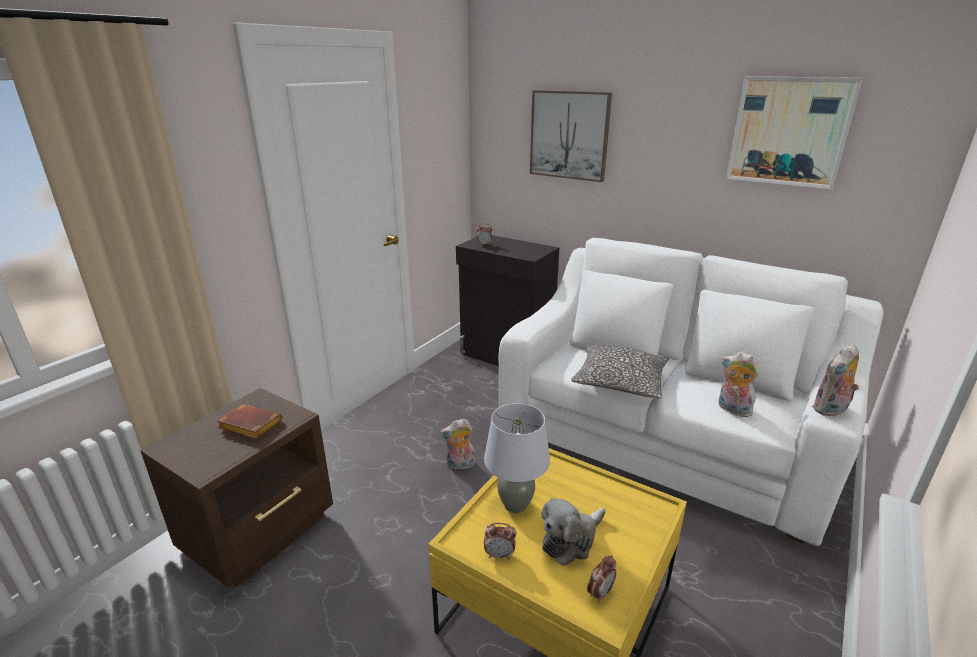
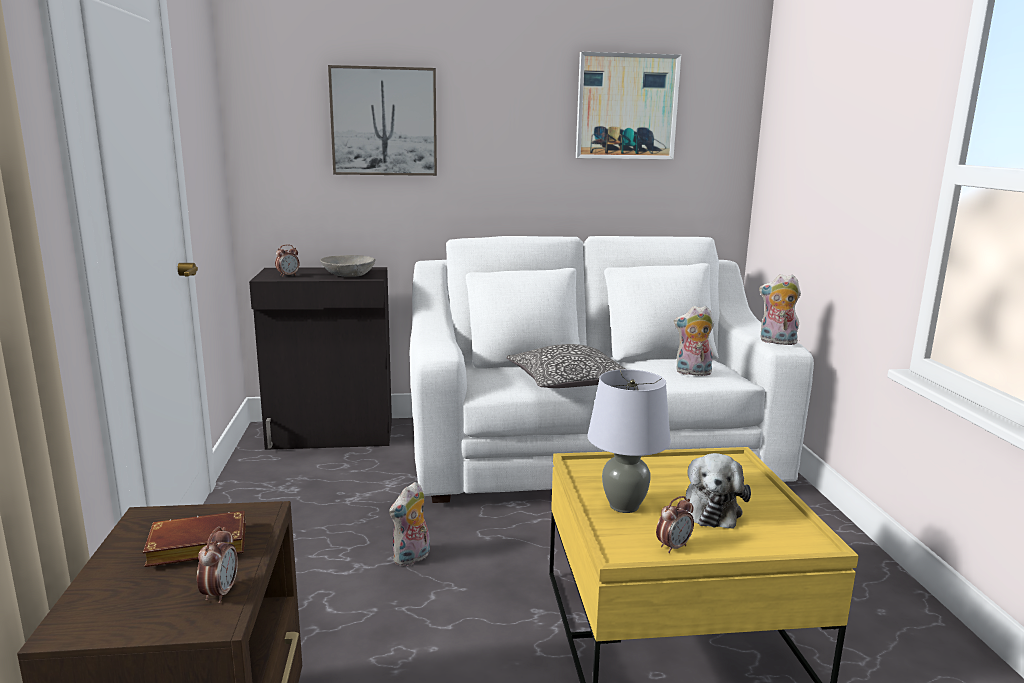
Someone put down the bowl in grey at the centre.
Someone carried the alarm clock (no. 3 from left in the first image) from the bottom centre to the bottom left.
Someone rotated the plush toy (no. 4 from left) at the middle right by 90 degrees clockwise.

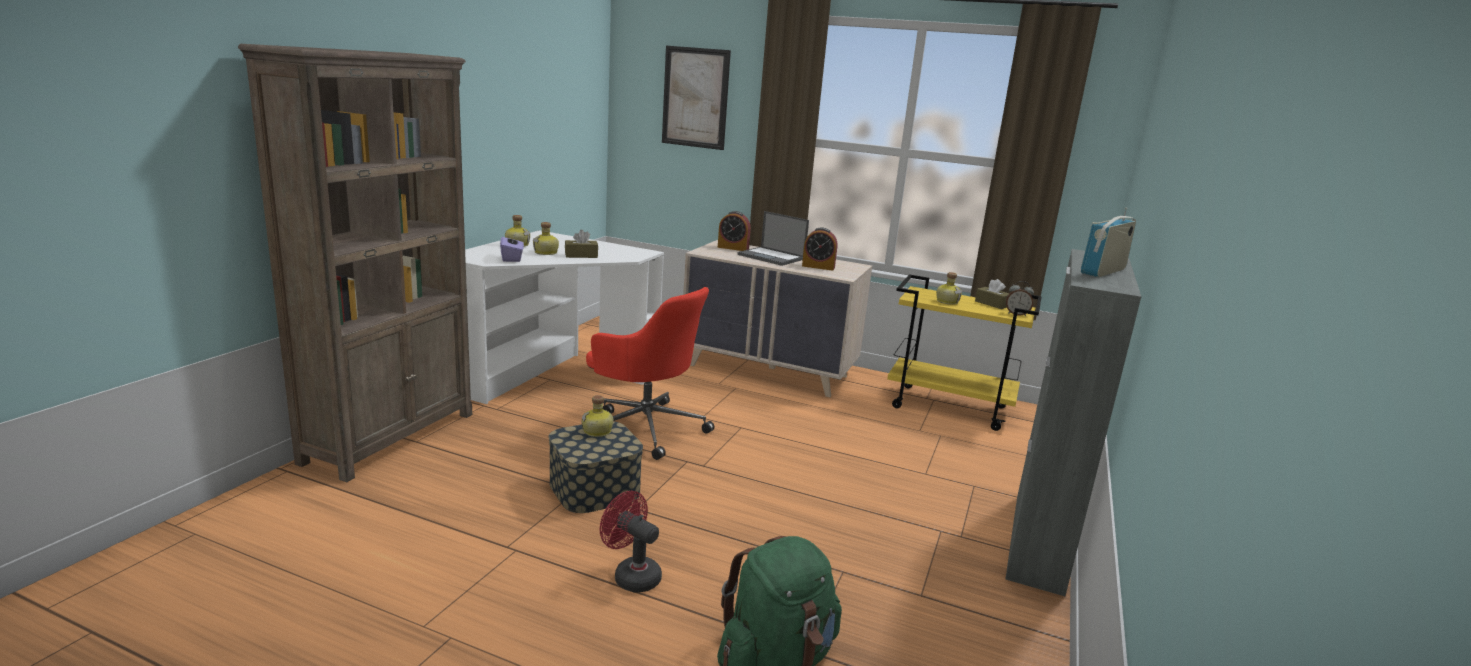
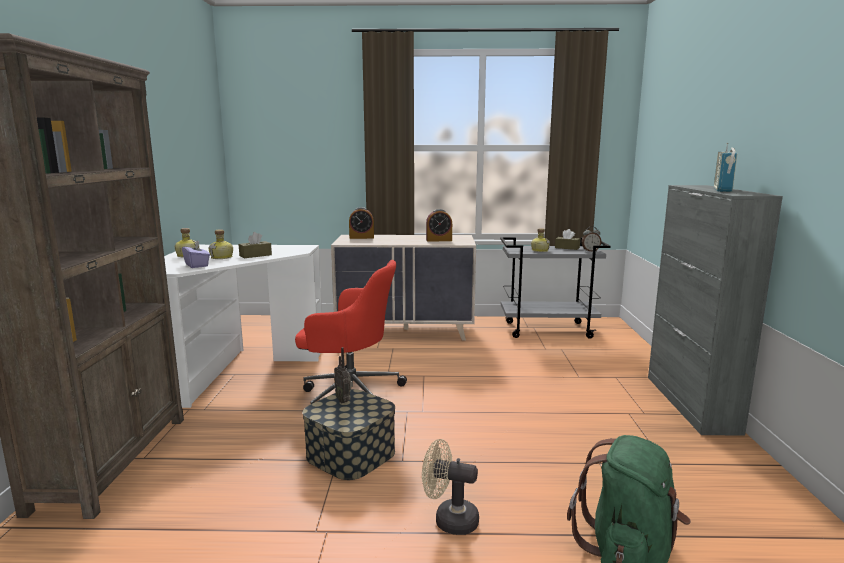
Someone took away the picture at the top centre.
Someone took away the laptop at the centre.
Someone swapped the bottle (no. 3 from left) at the centre for the radio (no. 1 from left) at the centre.
Someone repainted the fan in red at the bottom centre, which became the fan in beige at the bottom centre.
Someone repainted the cart in yellow at the centre, which became the cart in grey at the centre.

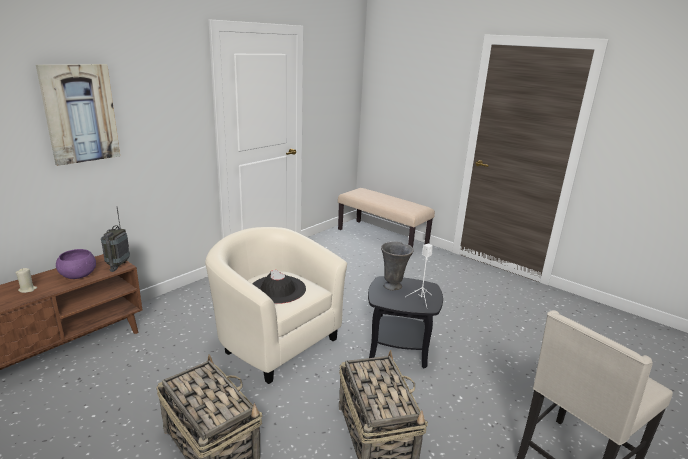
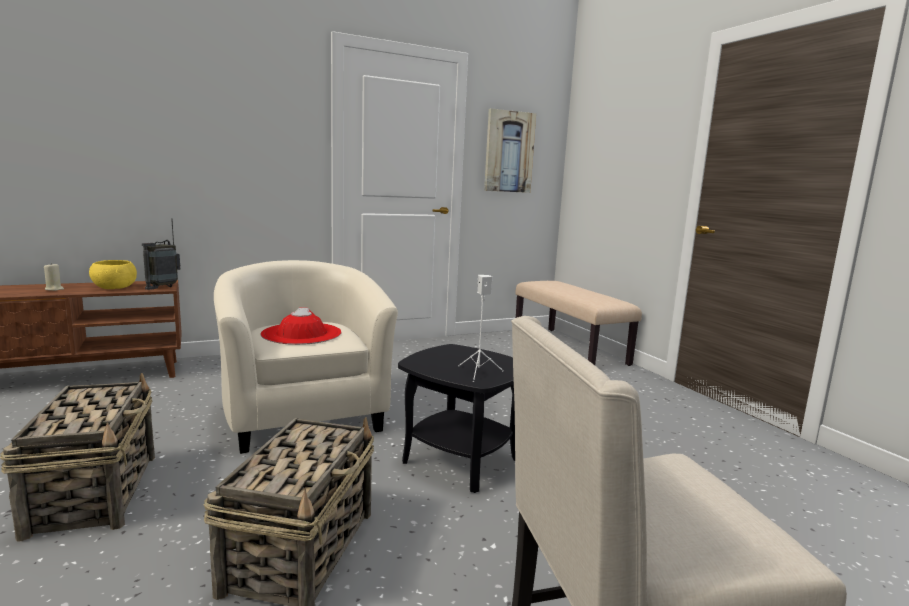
Someone took away the vase in grey at the centre.
Someone carried the picture from the top left to the top centre.
Someone repainted the bowl in purple at the middle left, which became the bowl in yellow at the middle left.
Someone repainted the hat in black at the centre, which became the hat in red at the middle left.

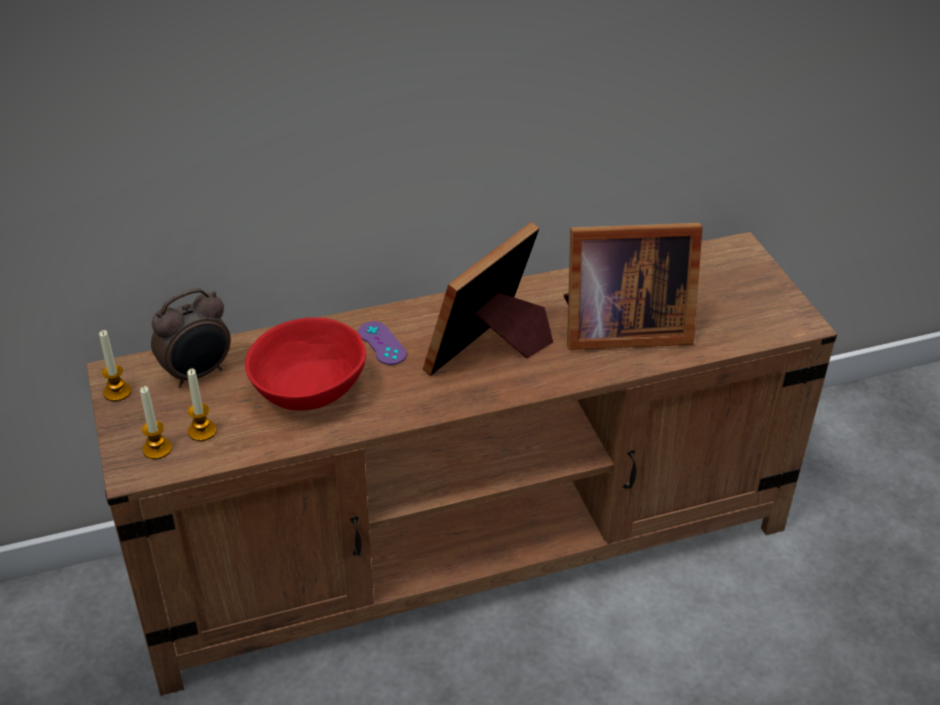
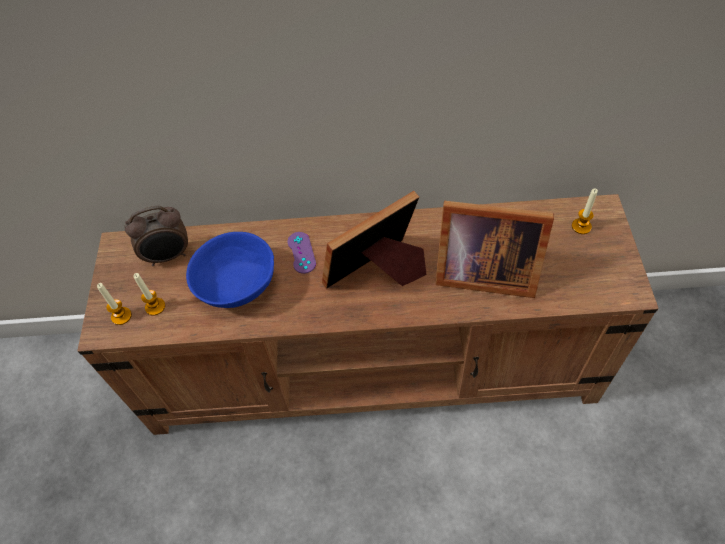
Someone carried the candle (no. 1 from left in the first image) from the middle left to the middle right.
Someone repainted the bowl in red at the middle left, which became the bowl in blue at the middle left.

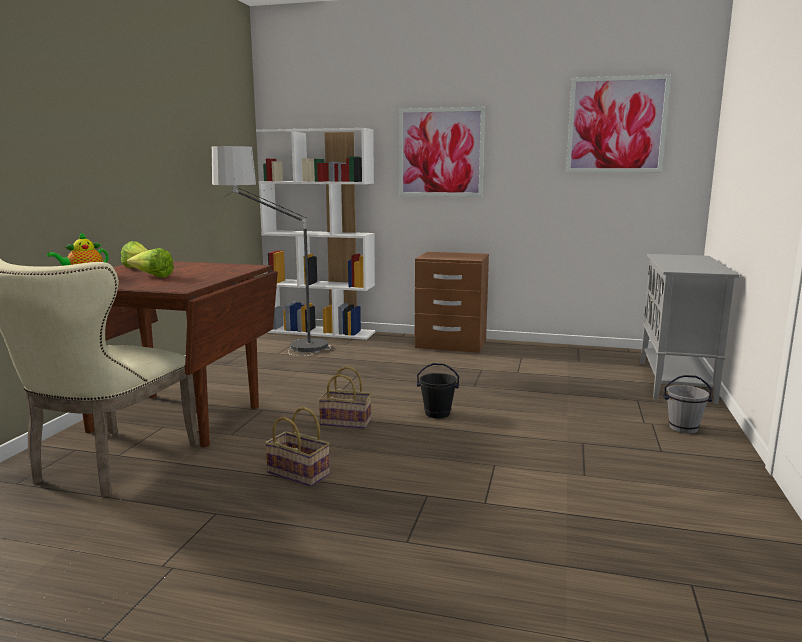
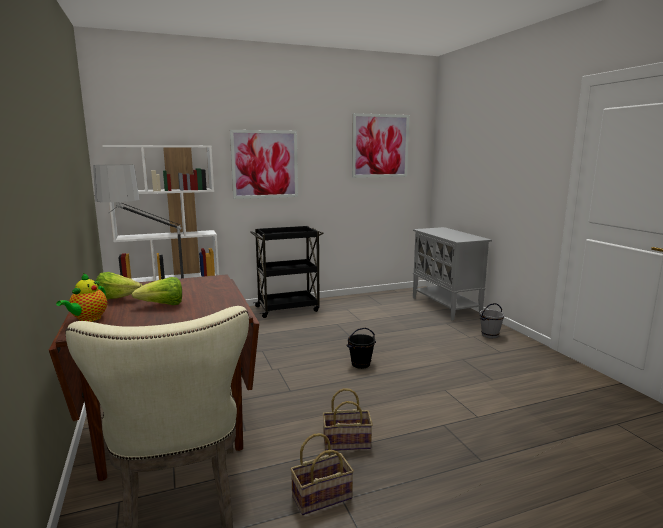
Someone carried the basket (no. 2 from left in the first image) from the centre to the bottom centre.
Someone swapped the nightstand in brown at the centre for the cart in black at the centre.

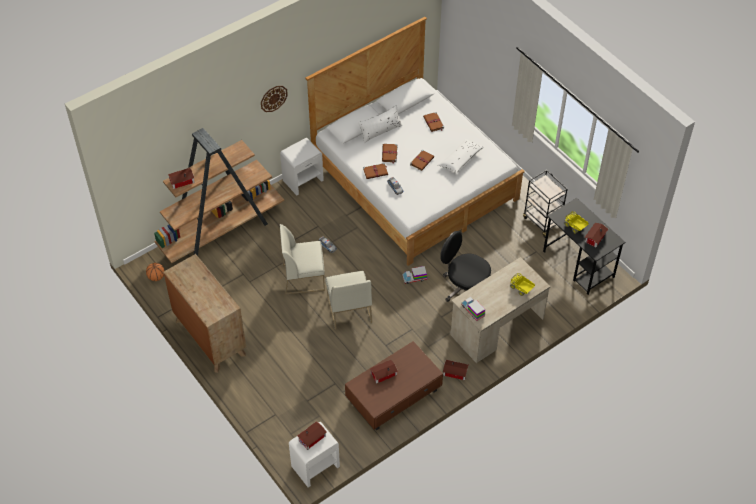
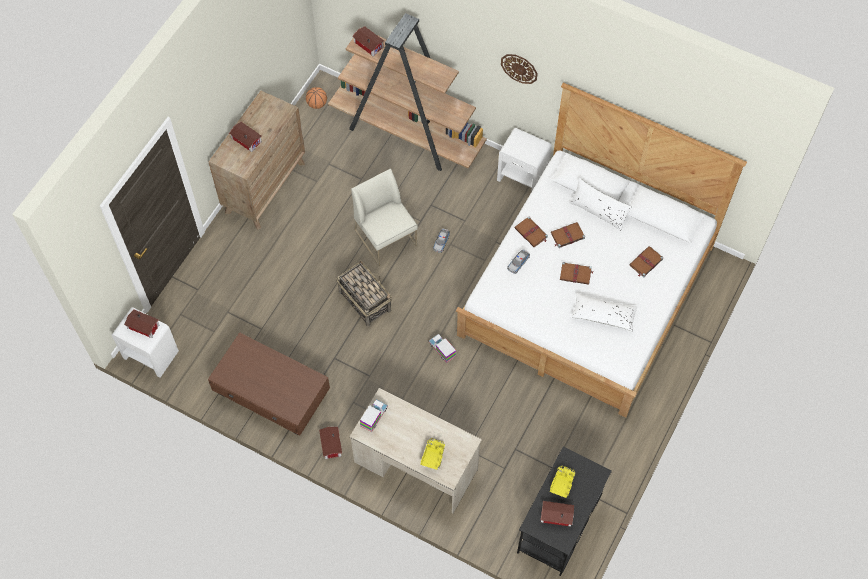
Someone took away the office chair in black at the centre.
Someone took away the cart in black at the middle right.
Someone carried the toy house (no. 3 from left in the first image) from the bottom centre to the top left.
Someone swapped the chair in white (no. 2 from left) at the centre for the basket at the centre.

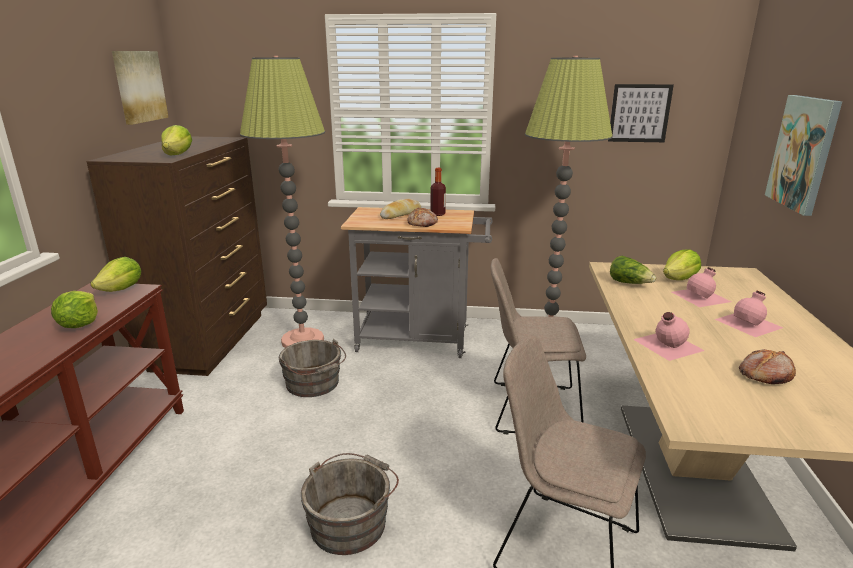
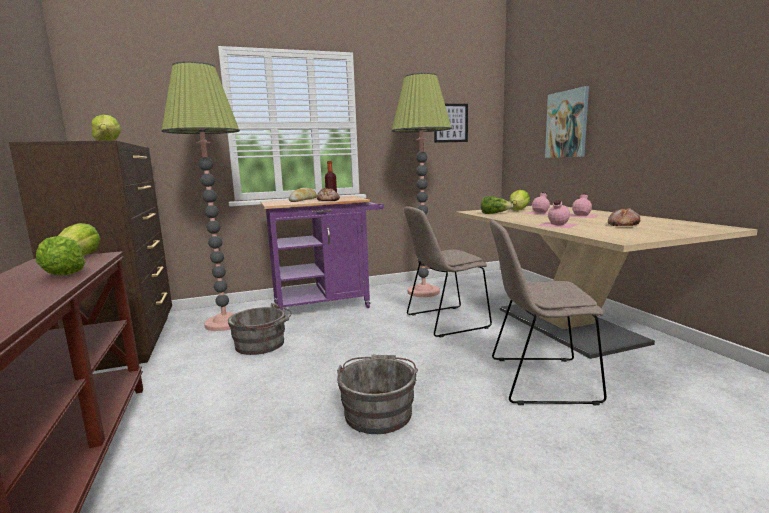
Someone took away the picture (no. 1 from left) at the top left.
Someone repainted the cart in grey at the centre, which became the cart in purple at the centre.

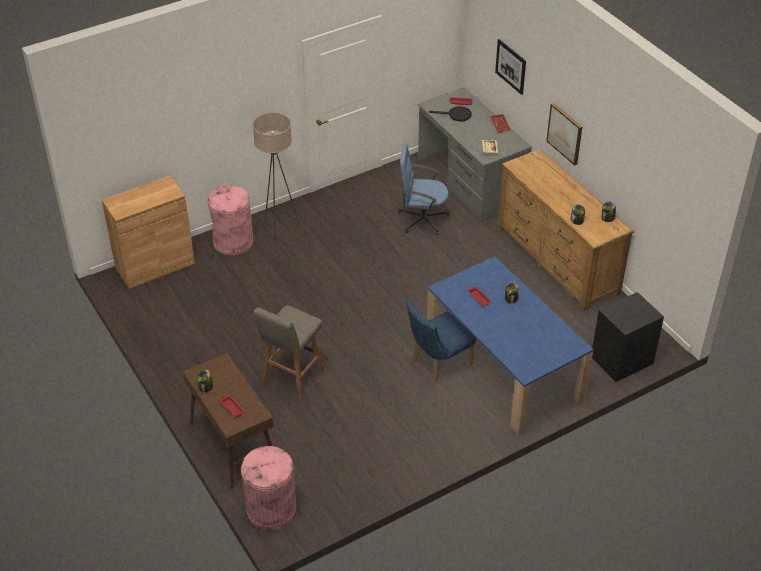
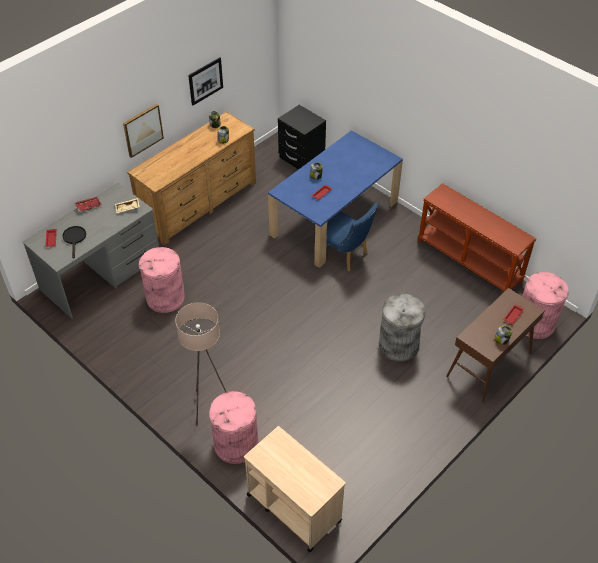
Someone put down the console table in brown (no. 1 from left) at the middle right.
Someone carried the picture (no. 1 from left in the first image) from the top right to the top centre.
Someone swapped the cabinet in brown at the middle left for the cart in beige at the bottom centre.
Someone swapped the stool in grey at the centre for the trash can in grey at the middle right.
Someone swapped the office chair in blue at the top centre for the trash can in pink (no. 1 from left) at the middle left.

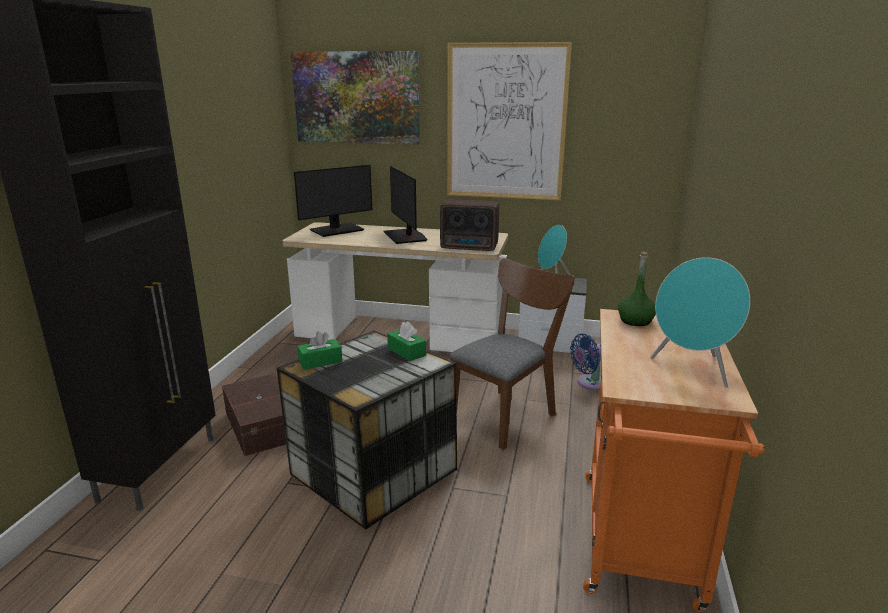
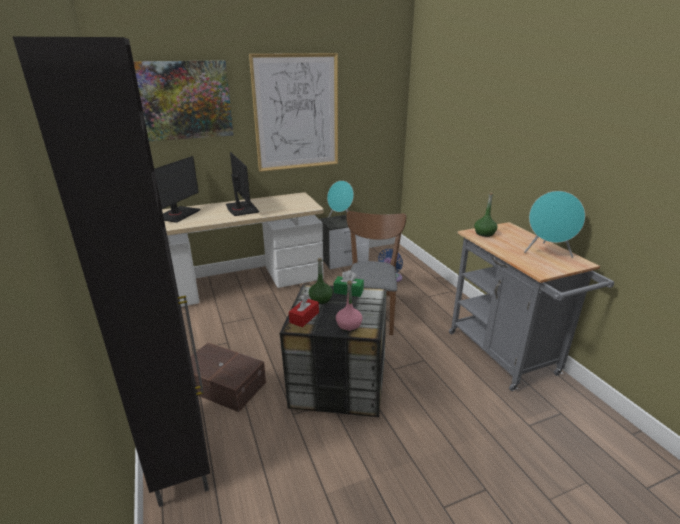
Someone took away the radio at the centre.
Someone put down the bottle in green (no. 1 from left) at the centre.
Someone put down the bottle in pink at the centre.
Someone repainted the tissue box in green (no. 1 from left) at the centre, which became the tissue box in red at the centre.
Someone repainted the cart in orange at the bottom right, which became the cart in grey at the middle right.
Someone rotated the monitor (no. 2 from left) at the centre by 150 degrees counterclockwise.

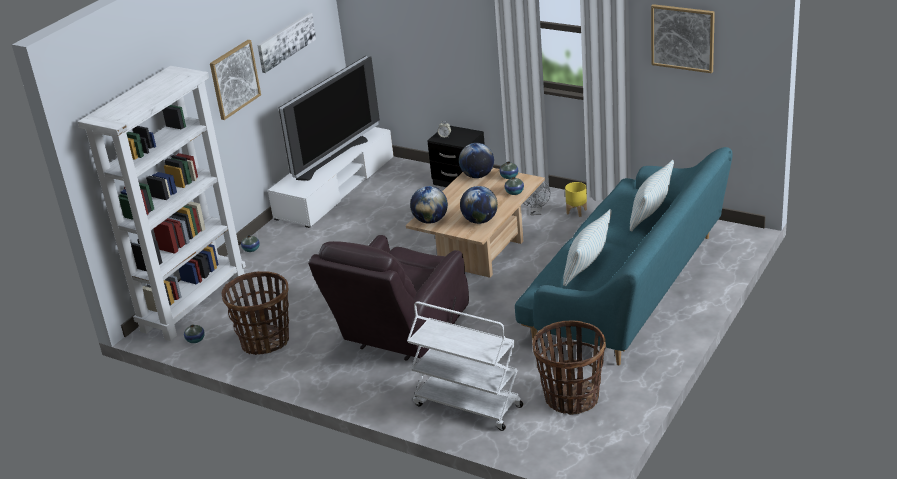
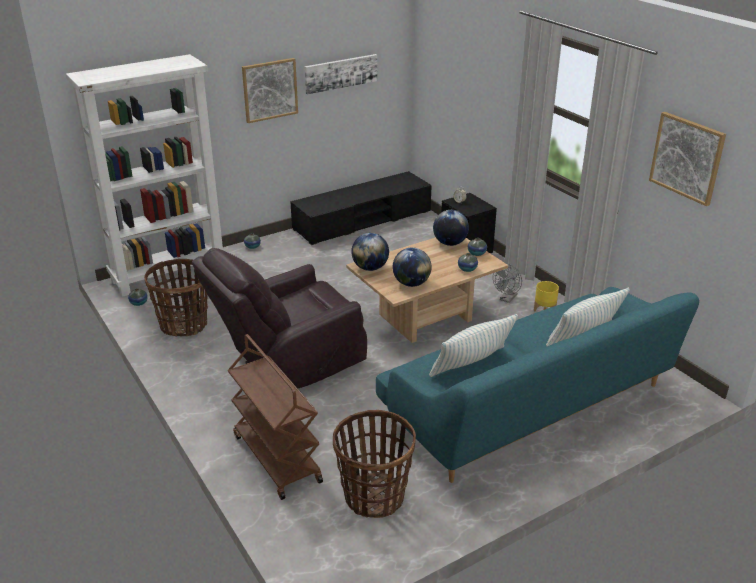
Someone took away the television at the top centre.
Someone repainted the tv stand in white at the centre, which became the tv stand in black at the centre.
Someone repainted the cart in white at the bottom centre, which became the cart in brown at the bottom centre.

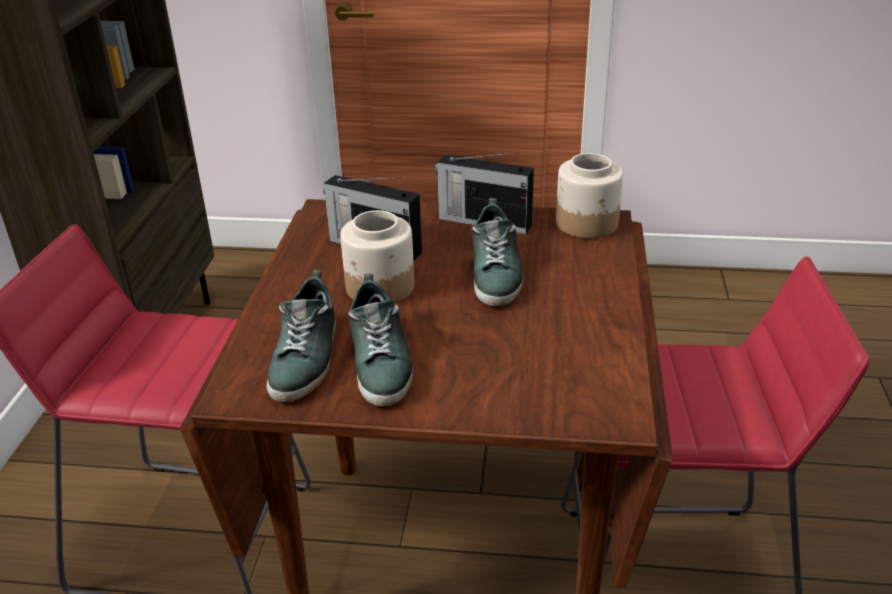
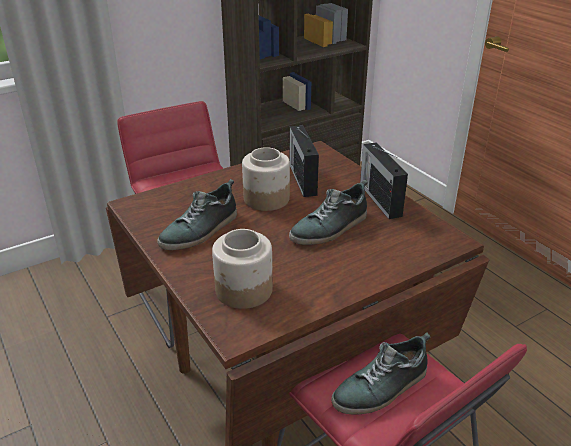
Someone carried the shoe (no. 1 from left in the first image) from the centre to the bottom centre.
Someone carried the jar (no. 2 from left in the first image) from the top centre to the centre.

